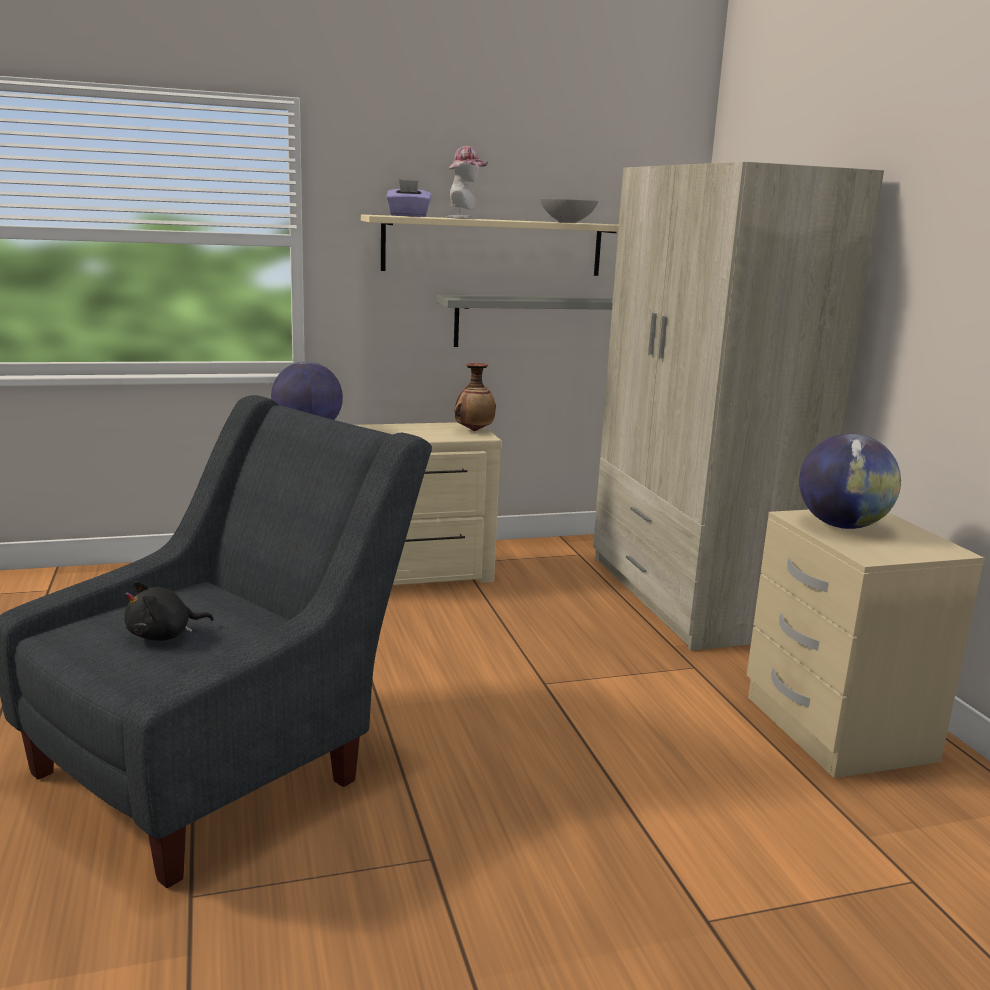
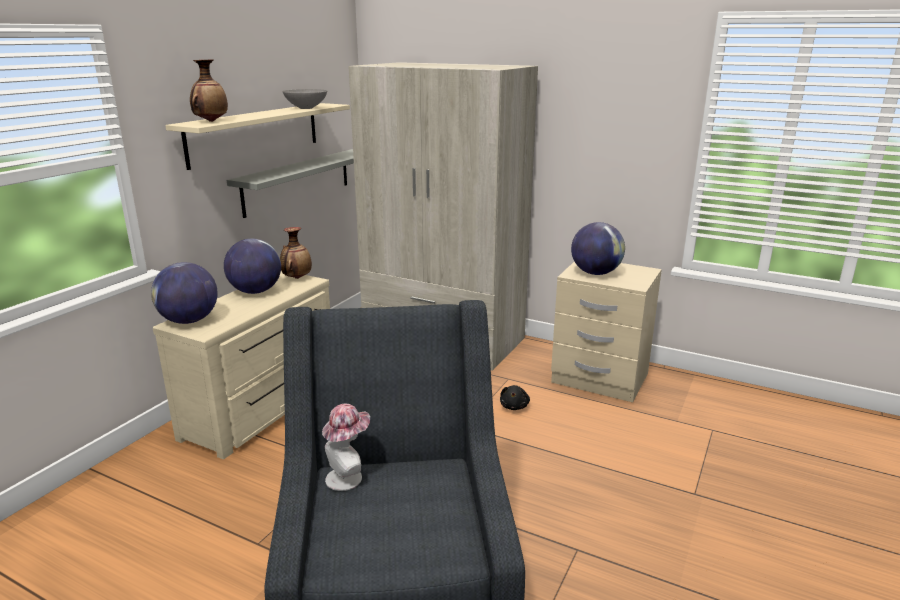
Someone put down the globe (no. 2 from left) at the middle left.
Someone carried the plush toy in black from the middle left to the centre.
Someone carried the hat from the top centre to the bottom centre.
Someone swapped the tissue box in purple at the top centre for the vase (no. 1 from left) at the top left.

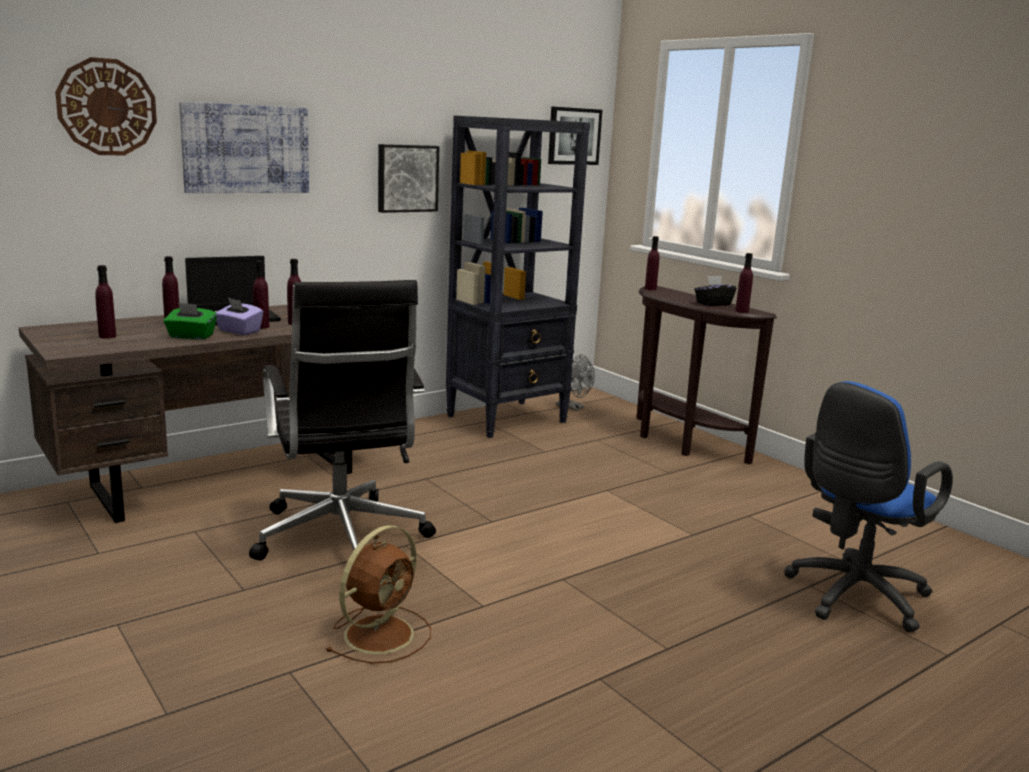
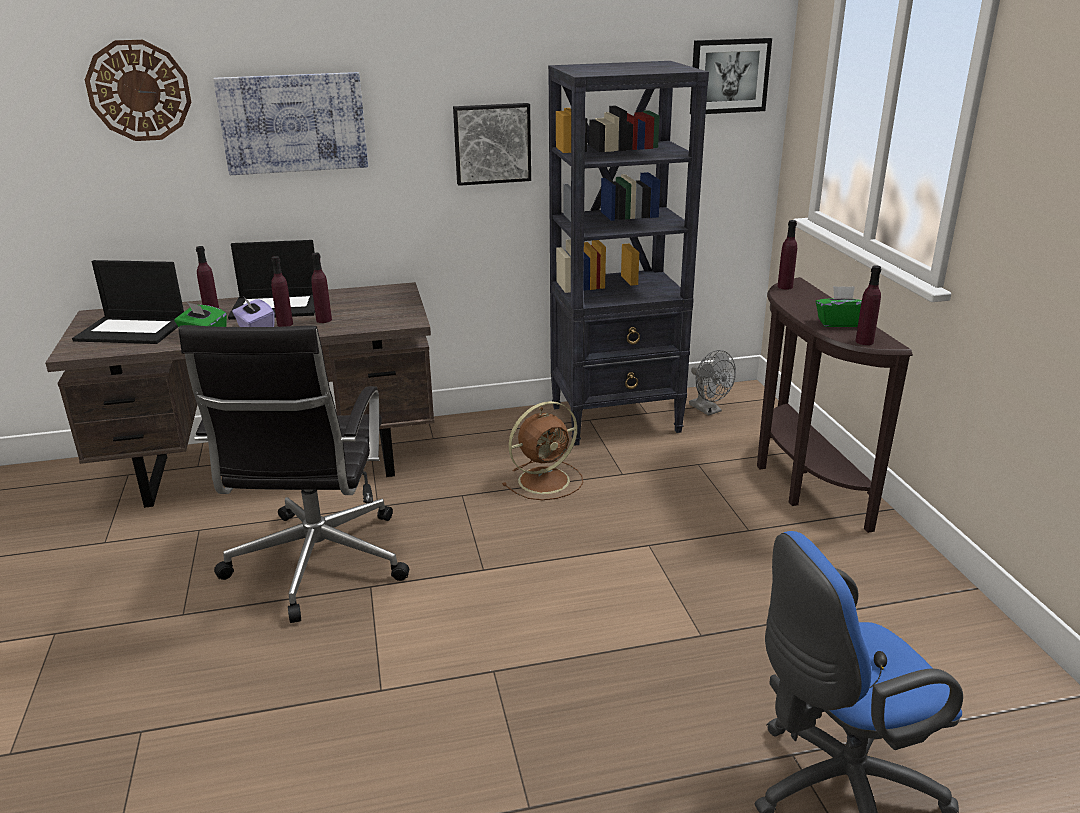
Someone carried the fan in brown from the bottom centre to the centre.
Someone swapped the bottle in purple (no. 1 from left) at the middle left for the laptop (no. 1 from left) at the middle left.
Someone repainted the tissue box in black at the middle right, which became the tissue box in green (no. 2 from left) at the middle right.

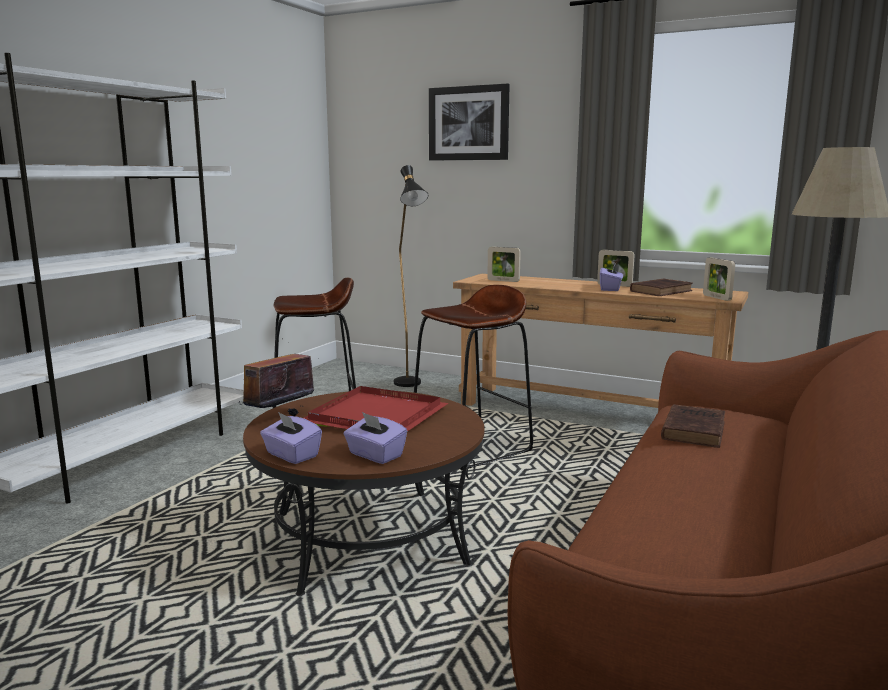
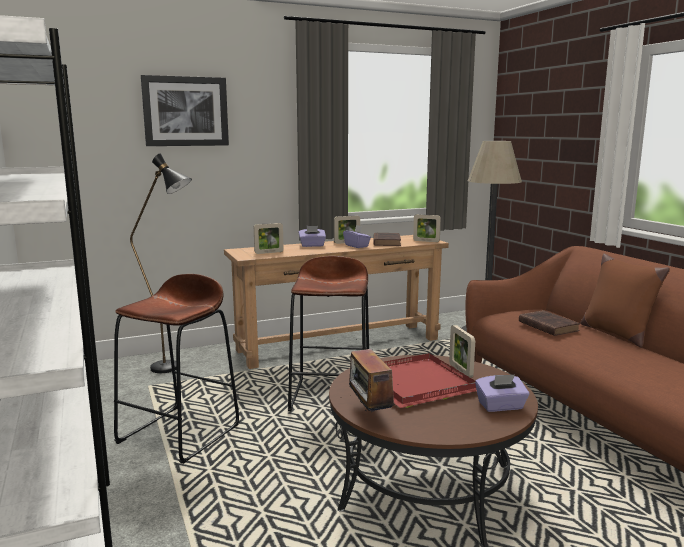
Someone put down the picture frame (no. 4 from left) at the middle right.
Someone put down the pillow in brown at the middle right.
Someone carried the tissue box in purple (no. 1 from left) from the middle left to the centre.

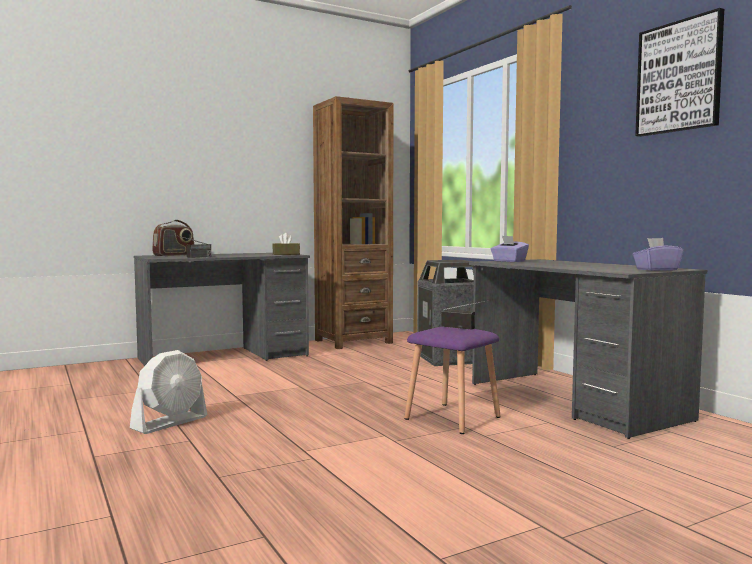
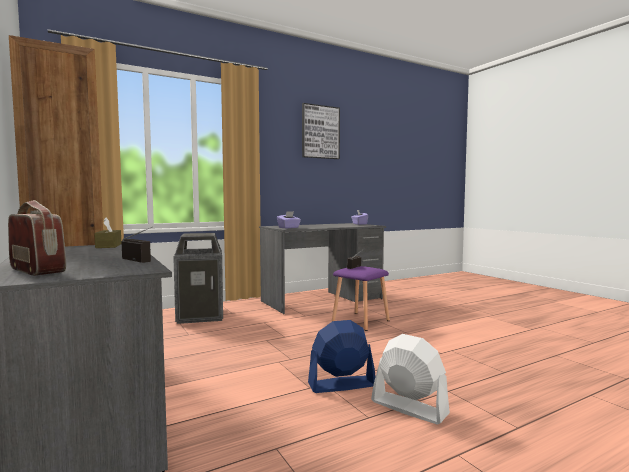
Someone put down the fan in blue at the bottom centre.

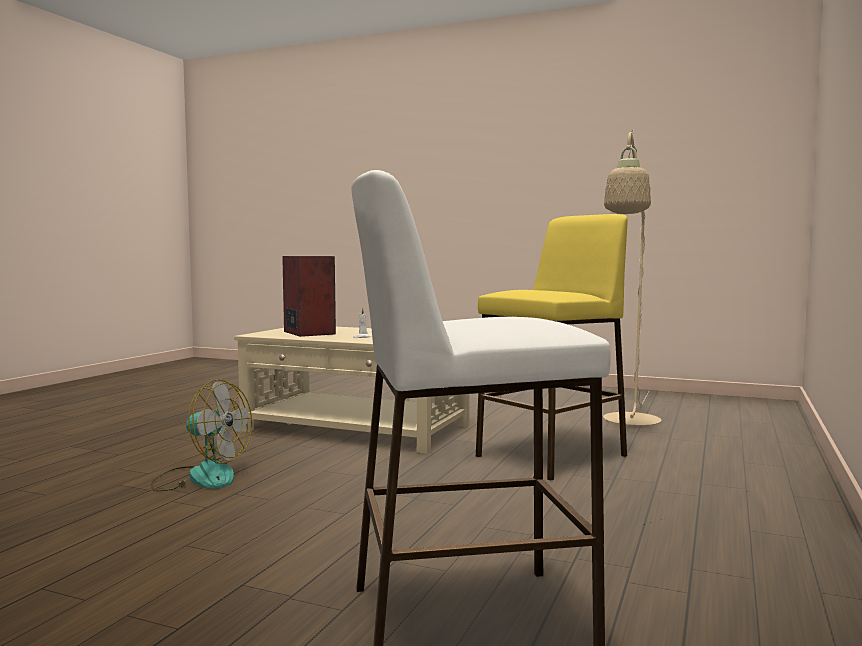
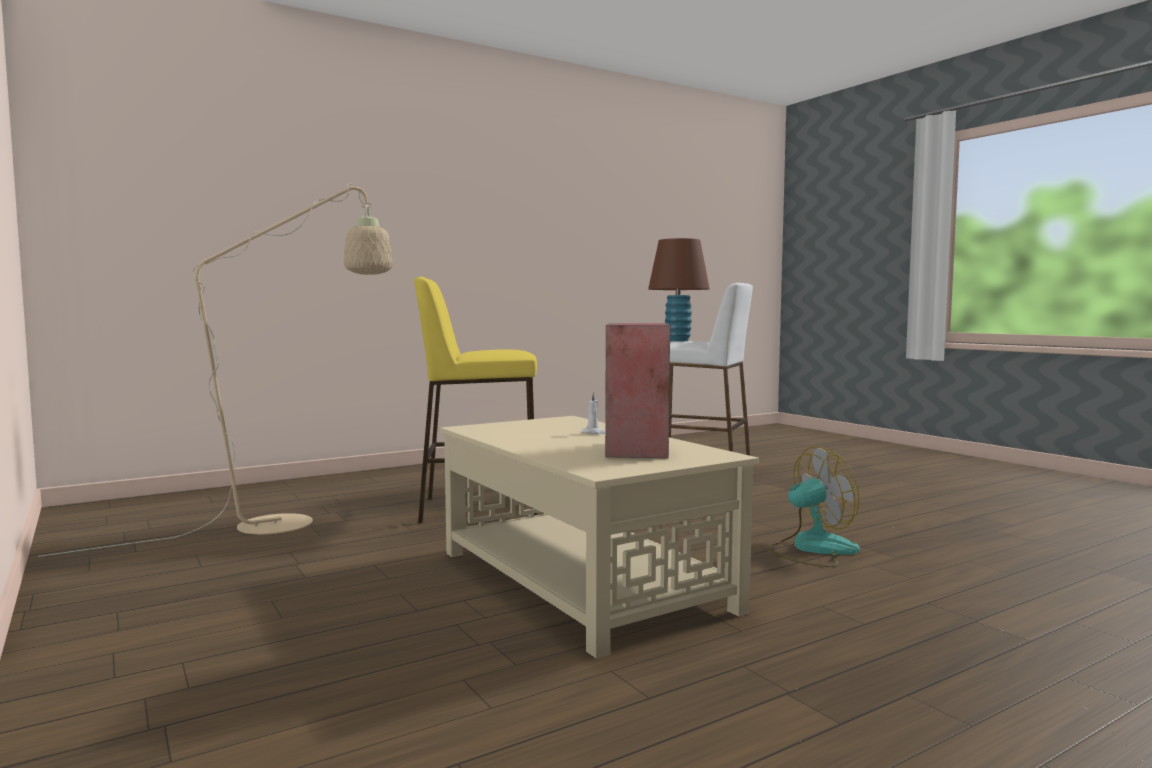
Someone put down the table lamp in brown at the centre.
Someone rotated the fan at the bottom left by 105 degrees clockwise.

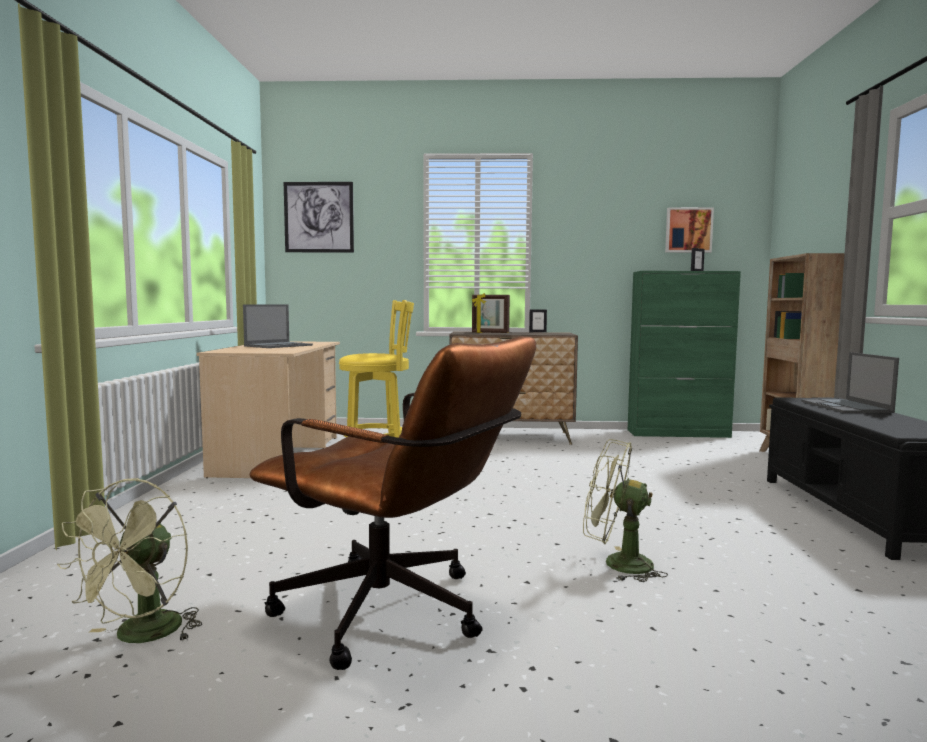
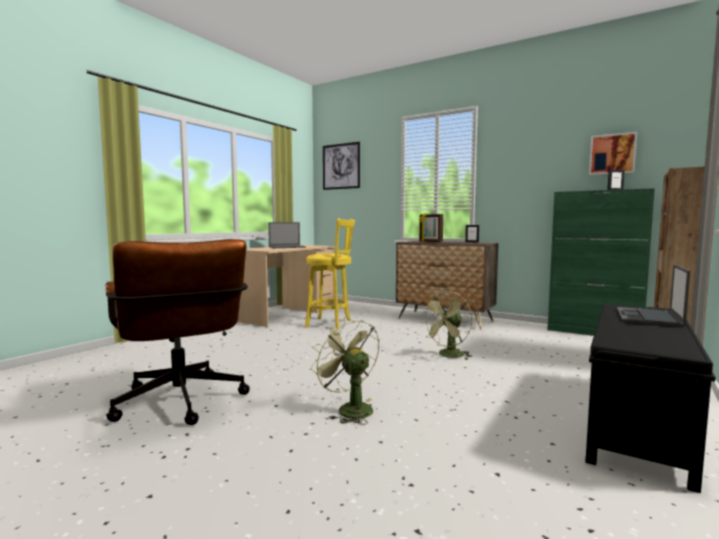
Someone carried the fan in green (no. 1 from left in the first image) from the bottom left to the centre.

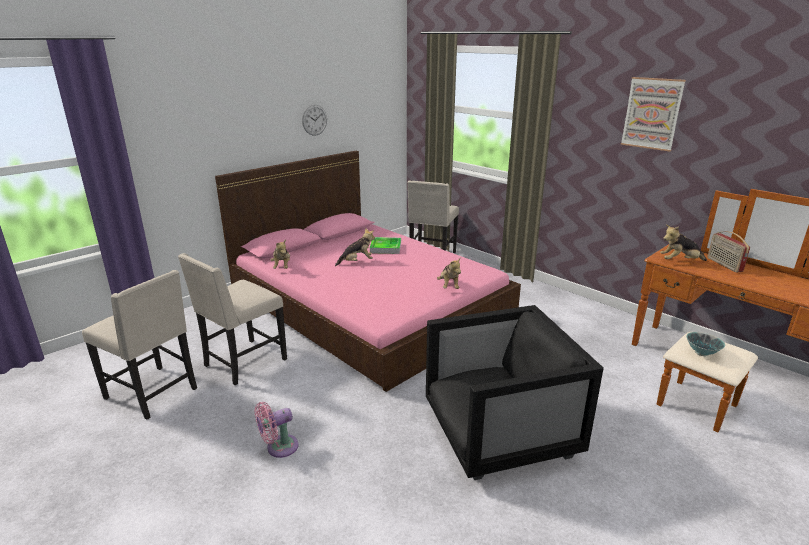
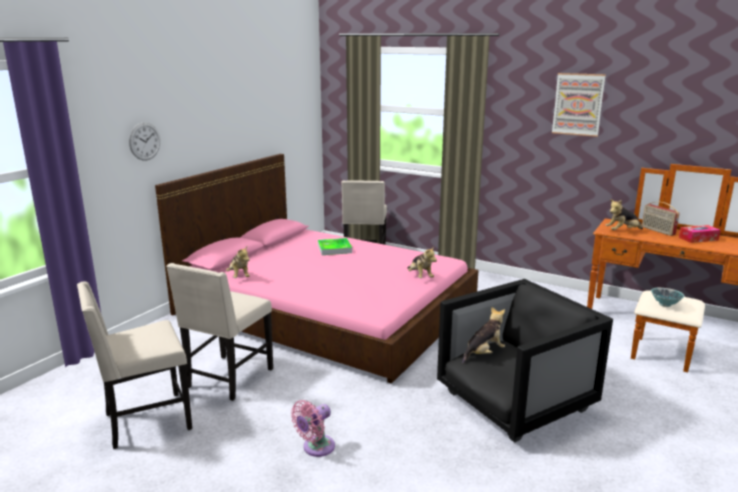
Someone put down the tissue box at the middle right.
Someone carried the wall clock from the top centre to the top left.
Someone carried the plush toy (no. 2 from left in the first image) from the centre to the bottom centre.
Someone rotated the chair in beige (no. 1 from left) at the middle left by 135 degrees clockwise.

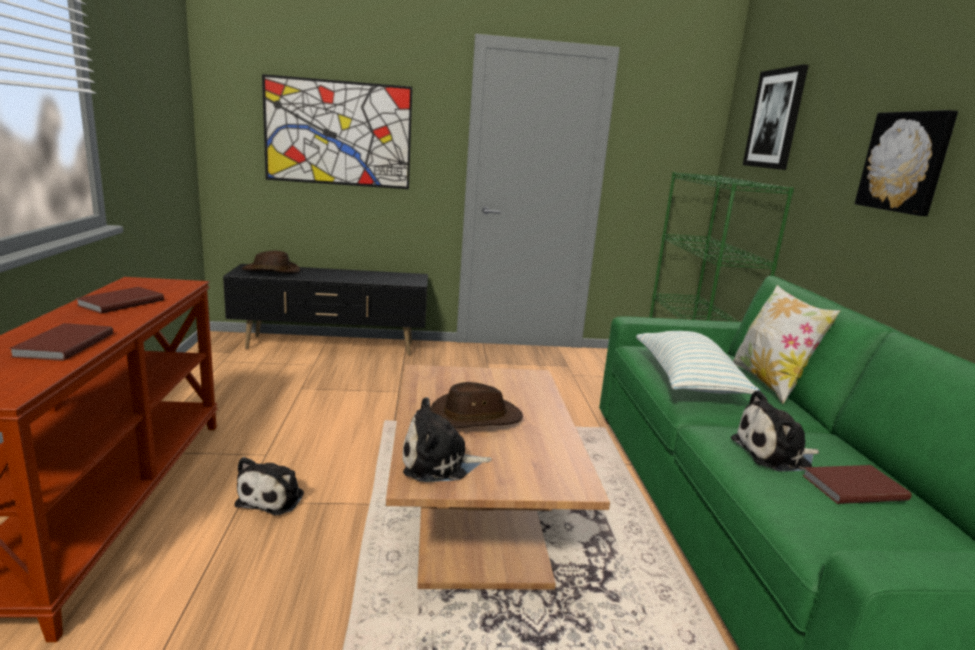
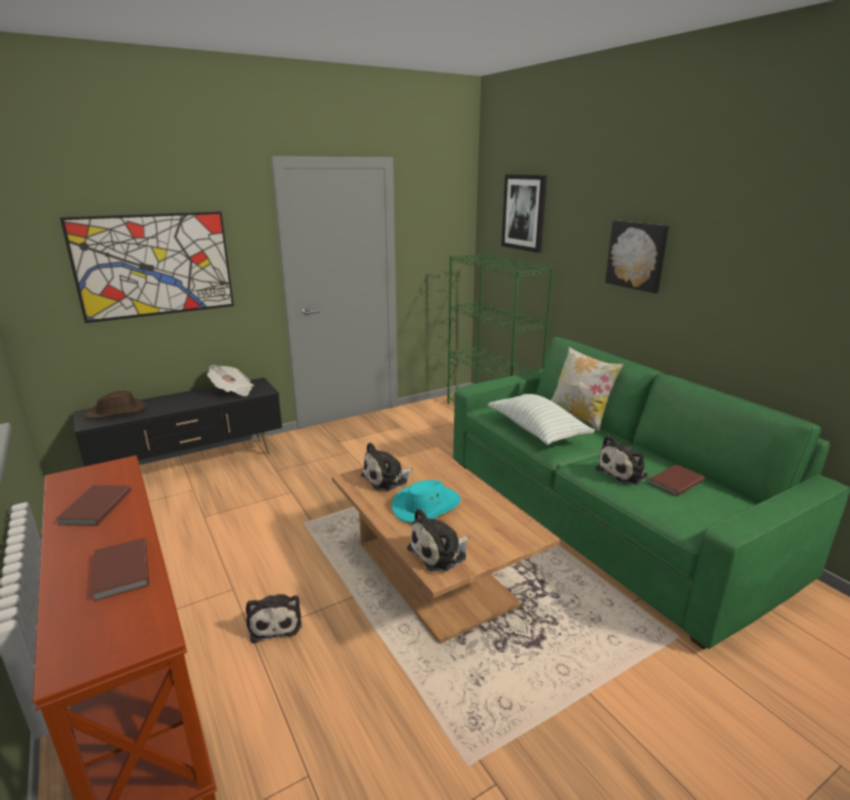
Someone put down the newspaper at the middle left.
Someone put down the plush toy (no. 2 from left) at the centre.
Someone repainted the hat in brown (no. 2 from left) at the centre, which became the hat in turquoise at the centre.

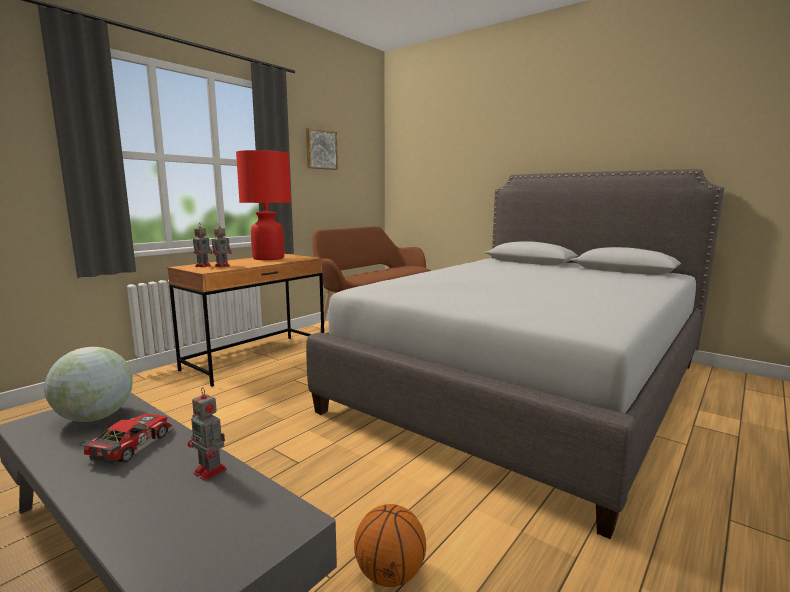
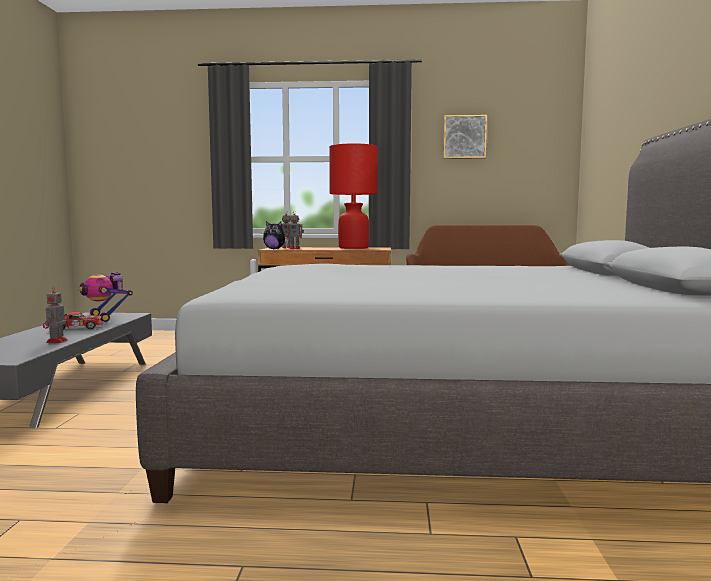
Someone took away the basketball at the bottom centre.
Someone put down the plush toy at the centre.
Someone swapped the globe at the middle left for the toy robot (no. 2 from left) at the middle left.

